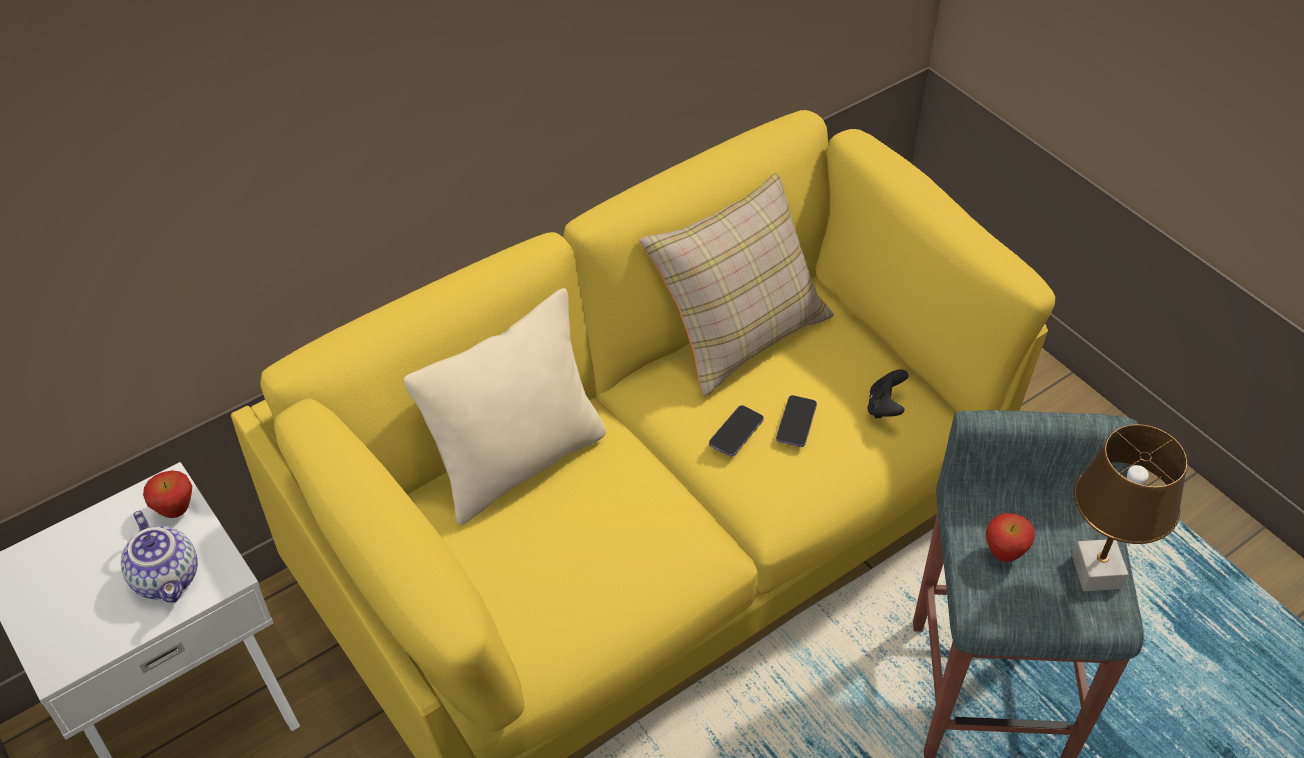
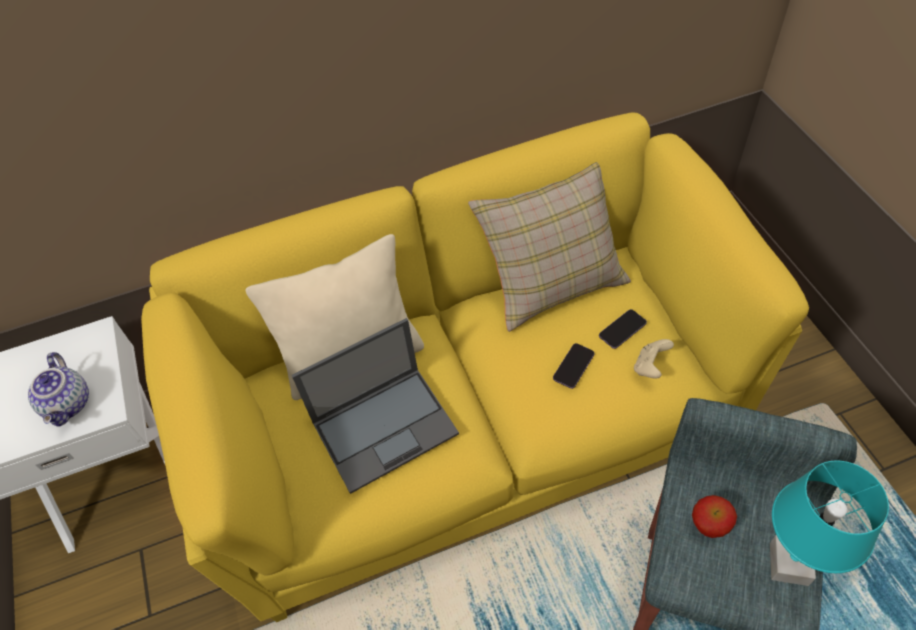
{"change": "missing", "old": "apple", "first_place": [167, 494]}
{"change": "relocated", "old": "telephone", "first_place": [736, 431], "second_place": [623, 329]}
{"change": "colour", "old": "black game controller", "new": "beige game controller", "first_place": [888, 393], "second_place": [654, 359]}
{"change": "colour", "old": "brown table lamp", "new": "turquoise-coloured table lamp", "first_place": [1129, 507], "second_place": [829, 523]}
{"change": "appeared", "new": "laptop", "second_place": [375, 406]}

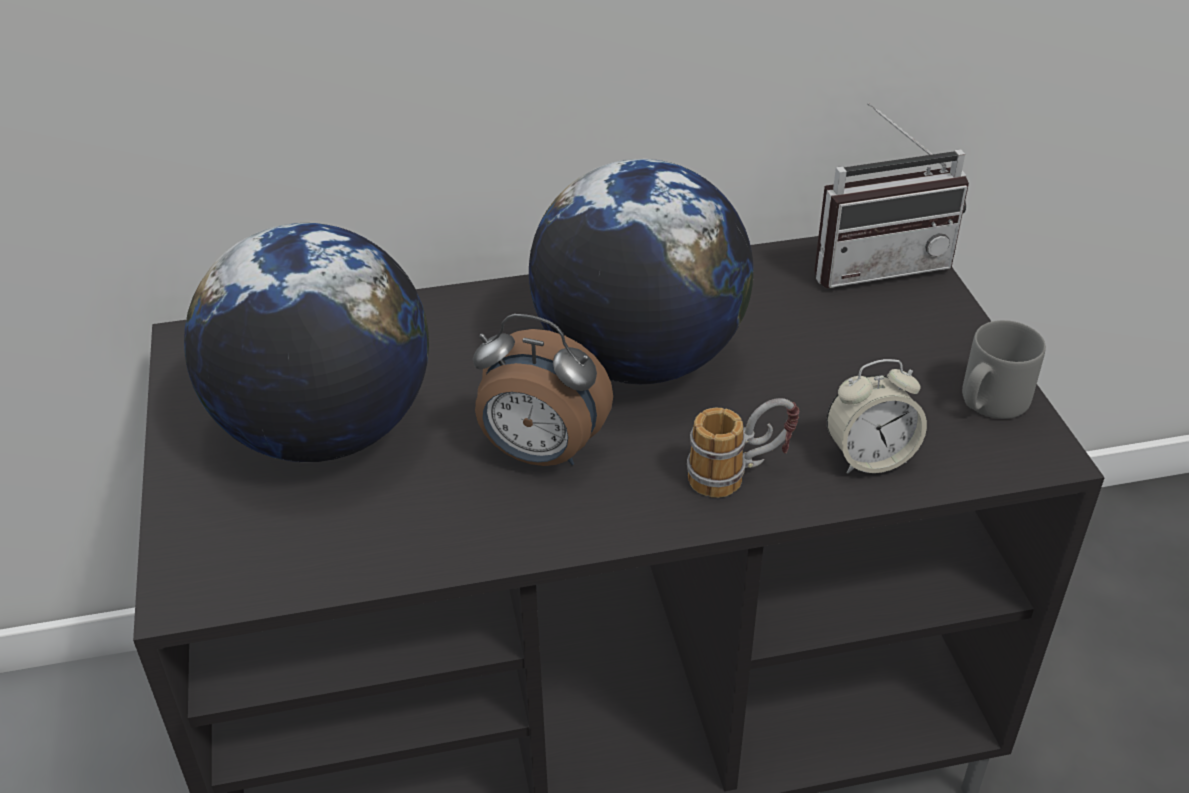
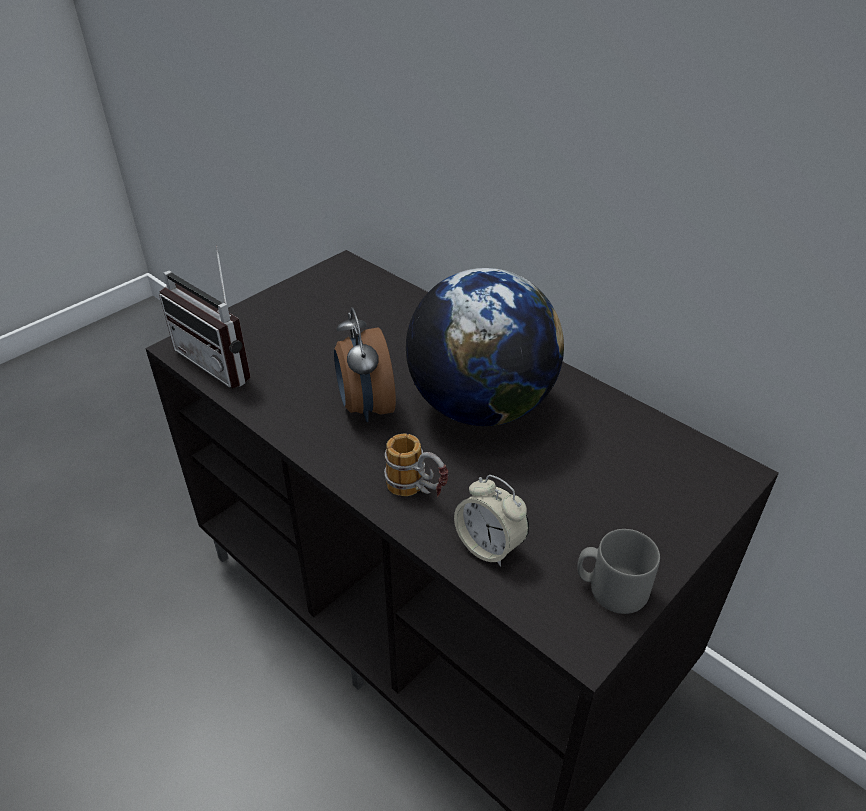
{"change": "missing", "old": "world globe", "first_place": [306, 342]}
{"change": "relocated", "old": "radio receiver", "first_place": [891, 195], "second_place": [205, 317]}

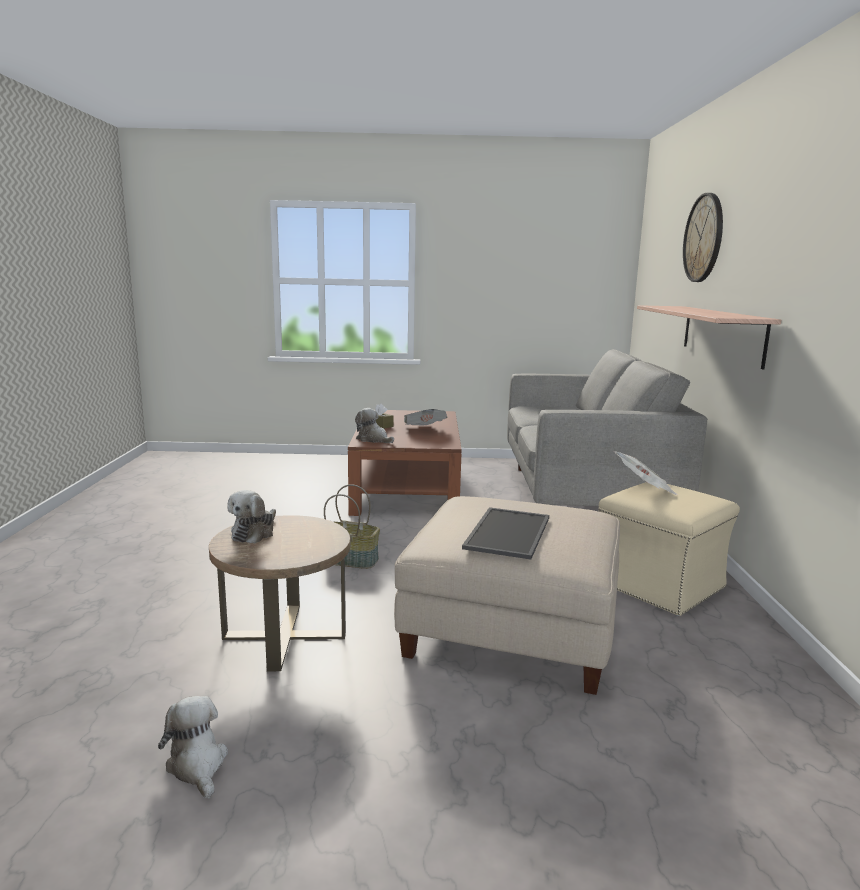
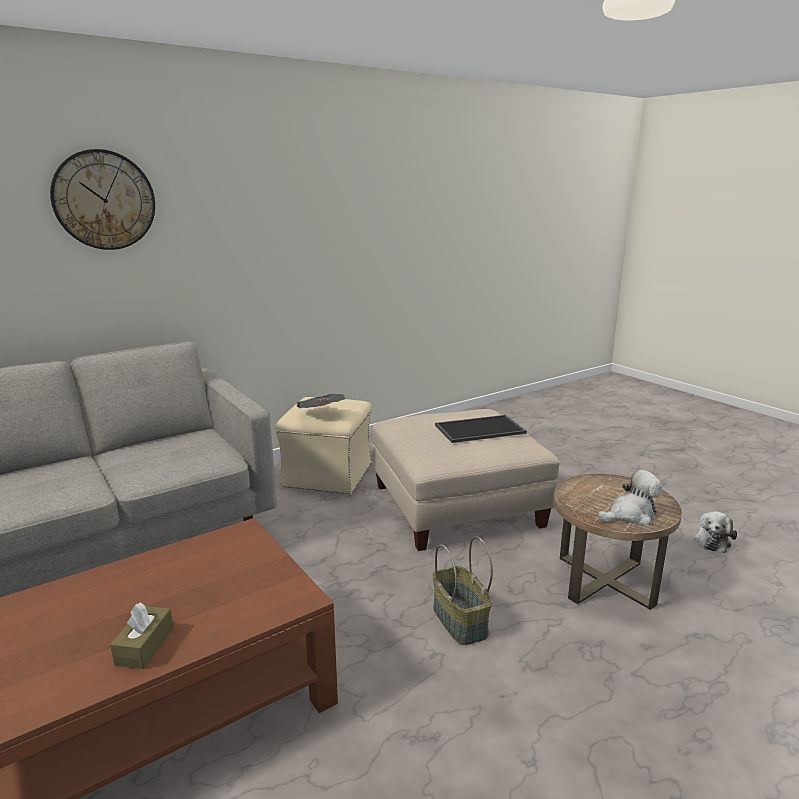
{"change": "missing", "old": "soft toy", "first_place": [374, 425]}
{"change": "missing", "old": "newspaper", "first_place": [425, 417]}
{"change": "missing", "old": "shelf", "first_place": [709, 337]}

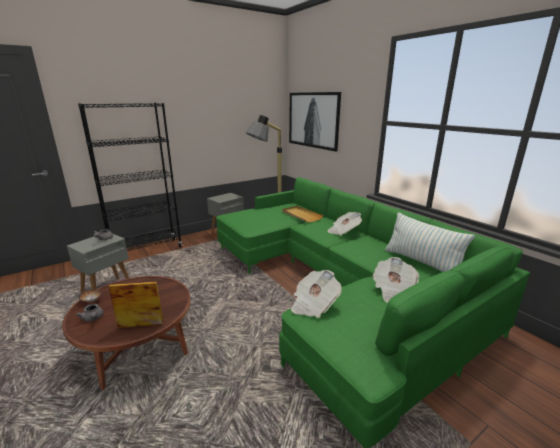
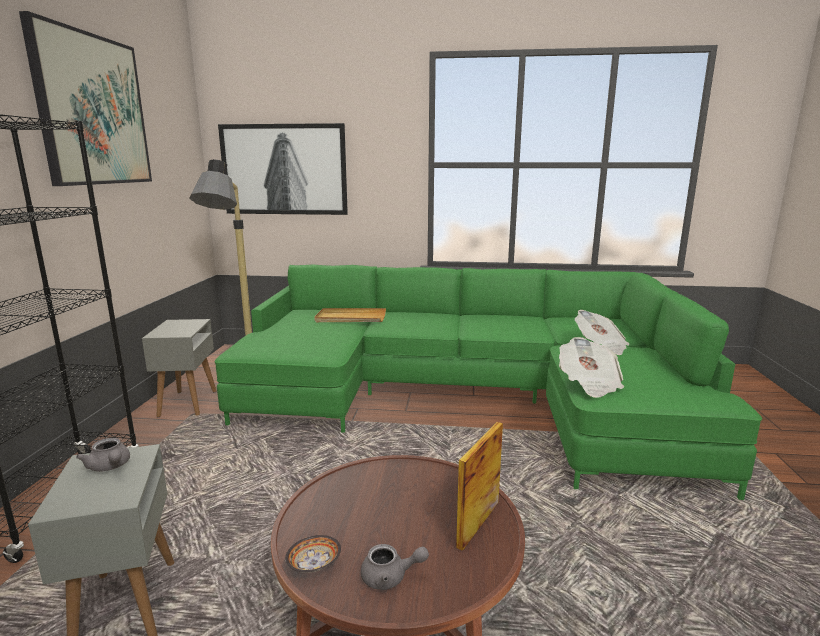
{"change": "missing", "old": "newspaper", "first_place": [344, 224]}
{"change": "missing", "old": "throw pillow", "first_place": [430, 242]}
{"change": "appeared", "new": "picture", "second_place": [85, 98]}

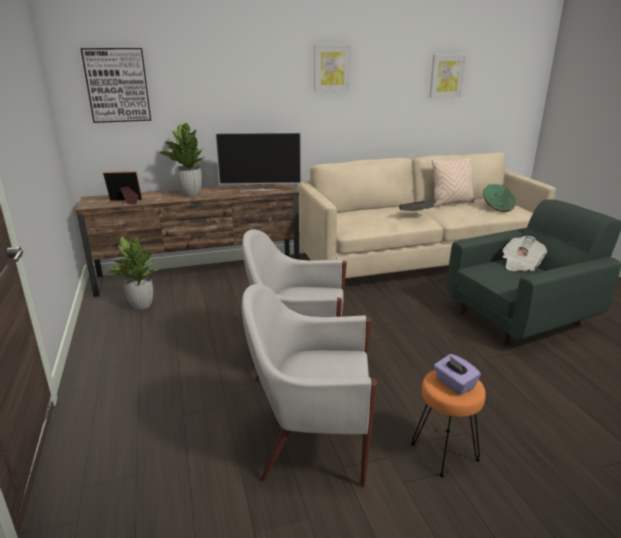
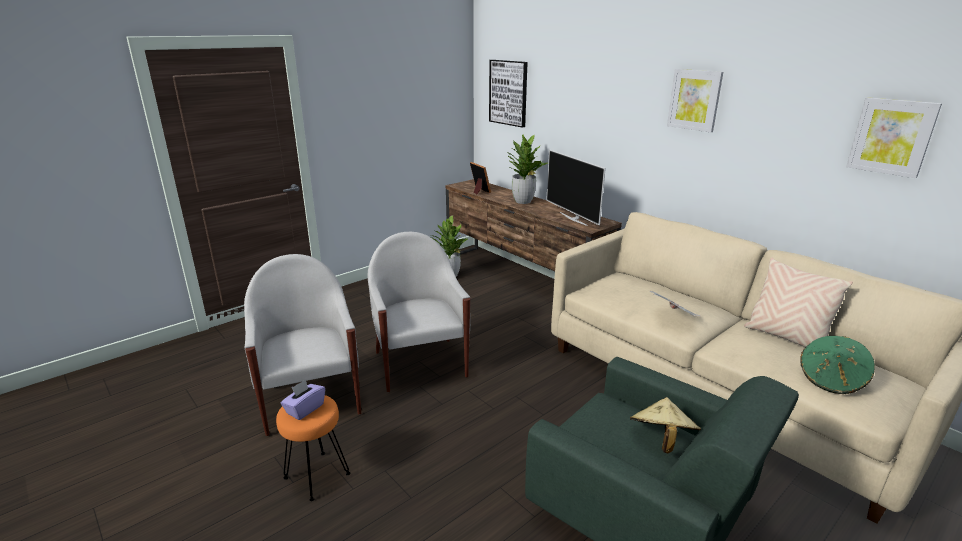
{"change": "exchanged", "old": "newspaper", "new": "beige wearable hat", "first_place": [524, 253], "second_place": [665, 425]}

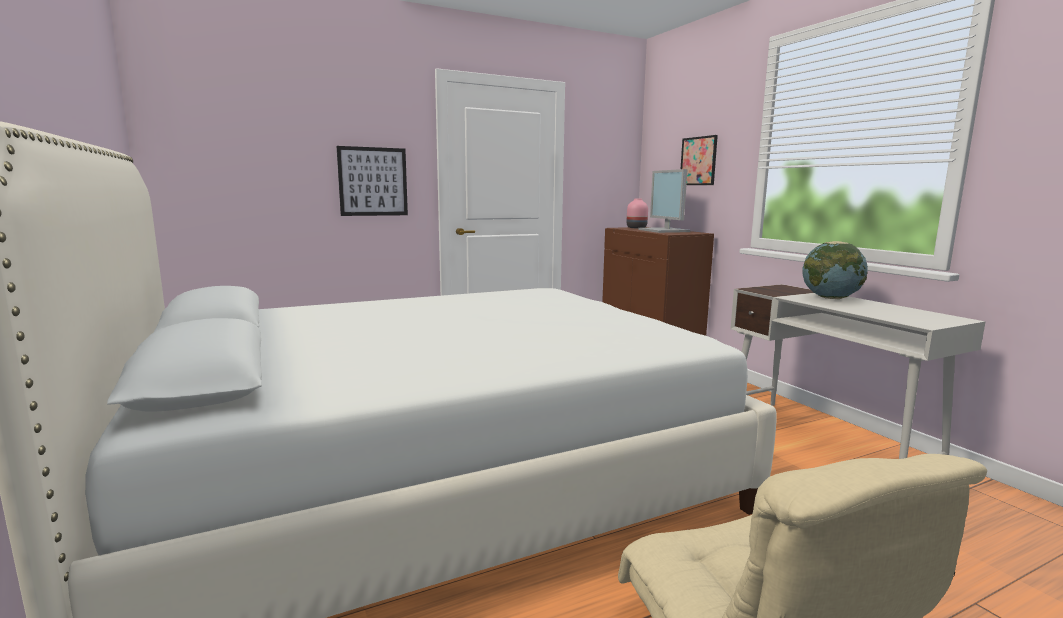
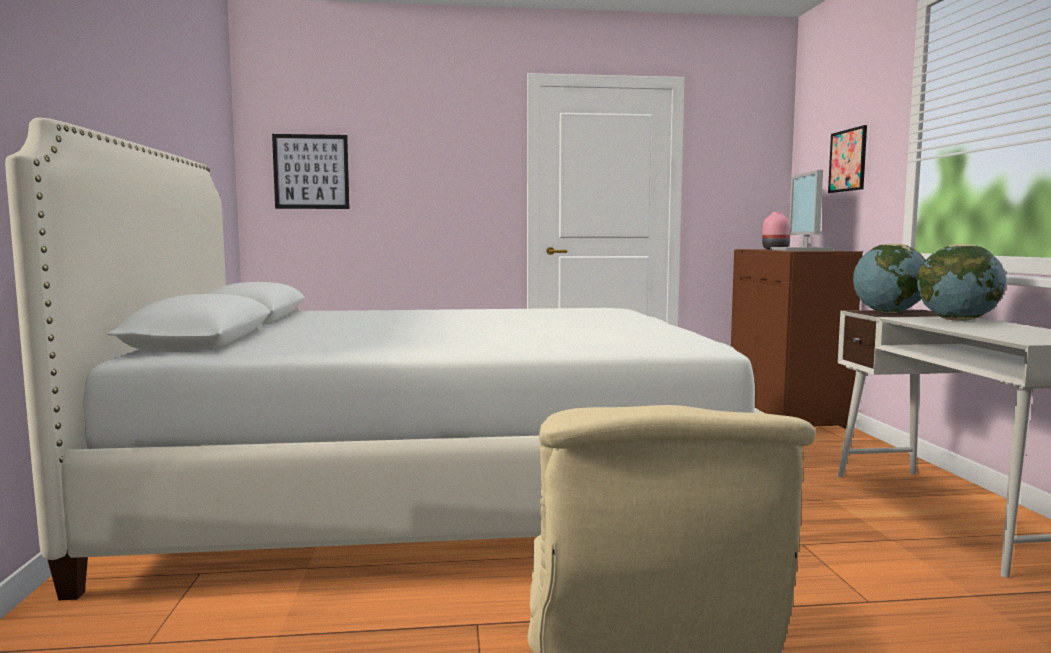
{"change": "relocated", "old": "picture", "first_place": [372, 181], "second_place": [311, 171]}
{"change": "appeared", "new": "world globe", "second_place": [889, 278]}

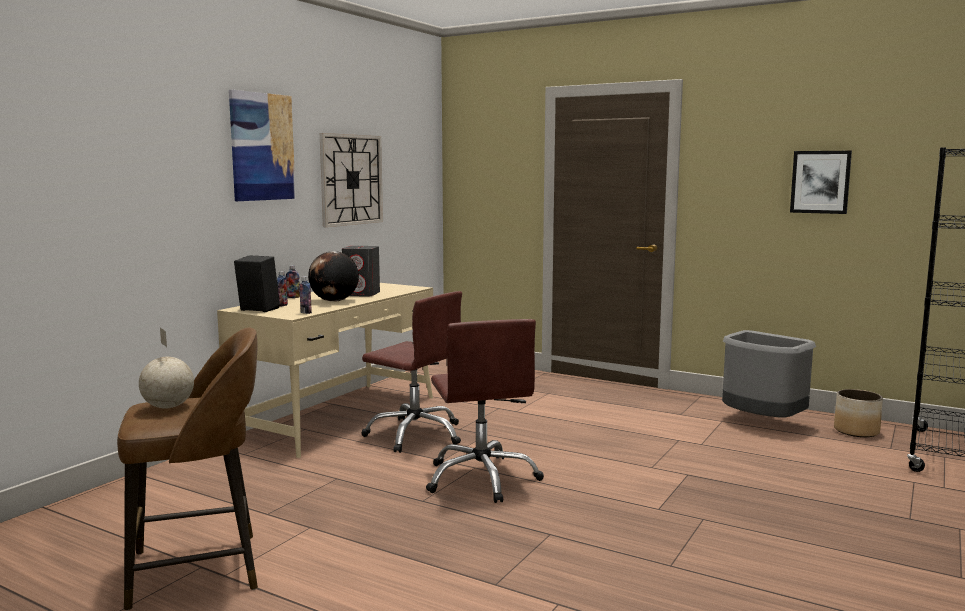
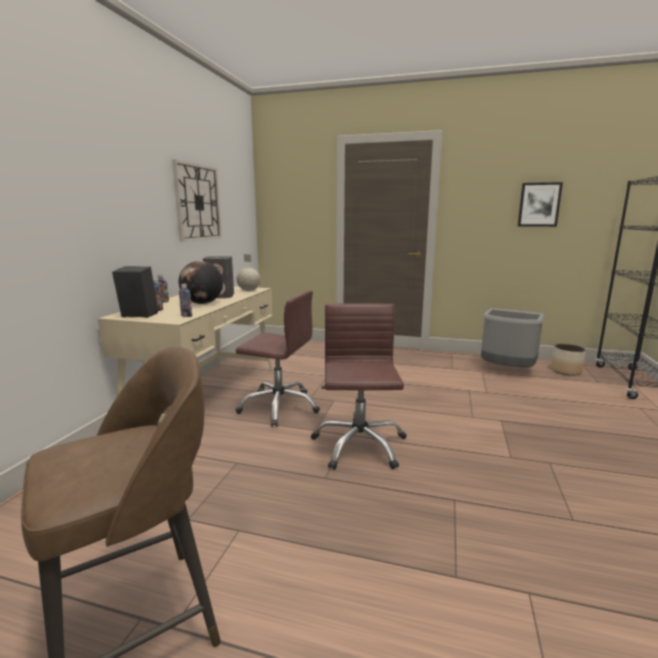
{"change": "relocated", "old": "world globe", "first_place": [166, 368], "second_place": [248, 272]}
{"change": "missing", "old": "picture", "first_place": [262, 145]}
{"change": "spun", "old": "brown desk chair", "first_place": [485, 411], "second_place": [359, 386], "degrees": -150}

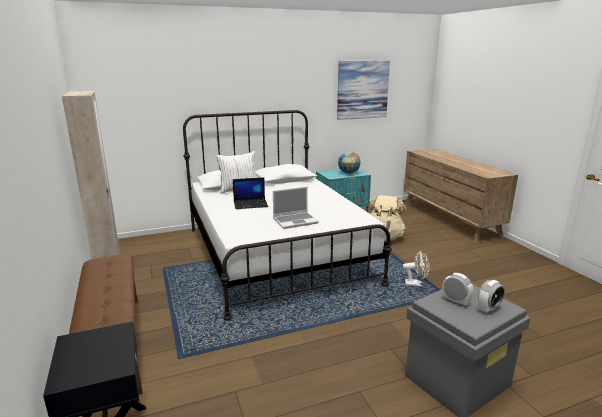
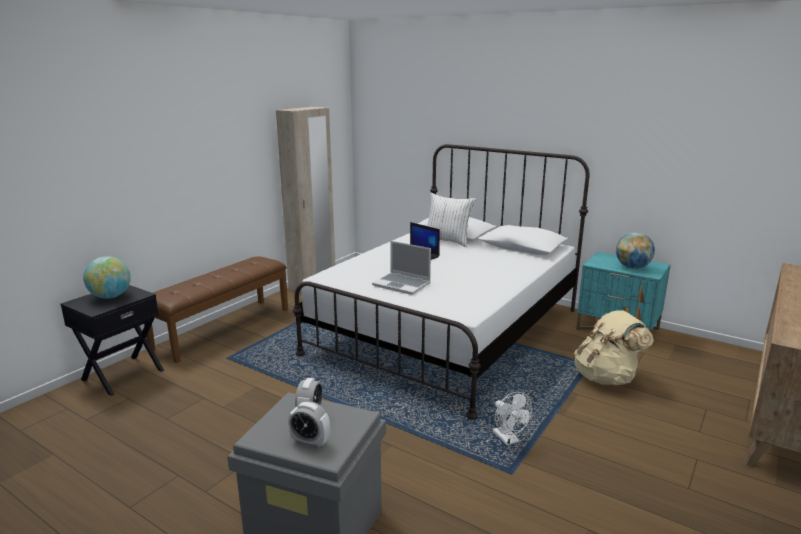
{"change": "missing", "old": "picture", "first_place": [363, 90]}
{"change": "appeared", "new": "world globe", "second_place": [107, 277]}

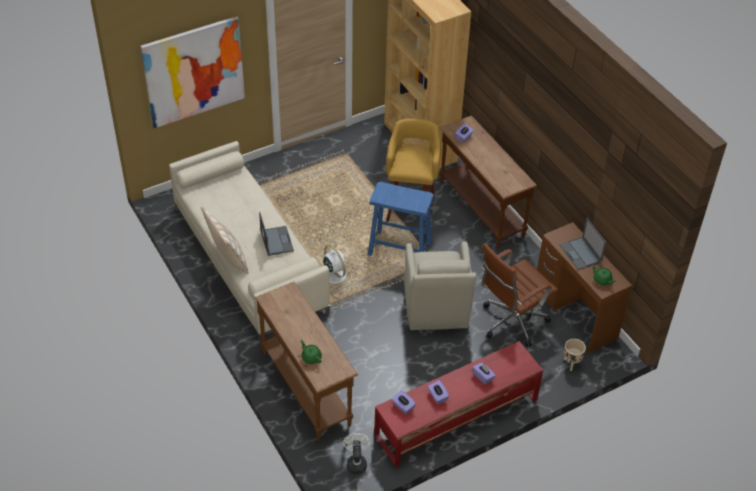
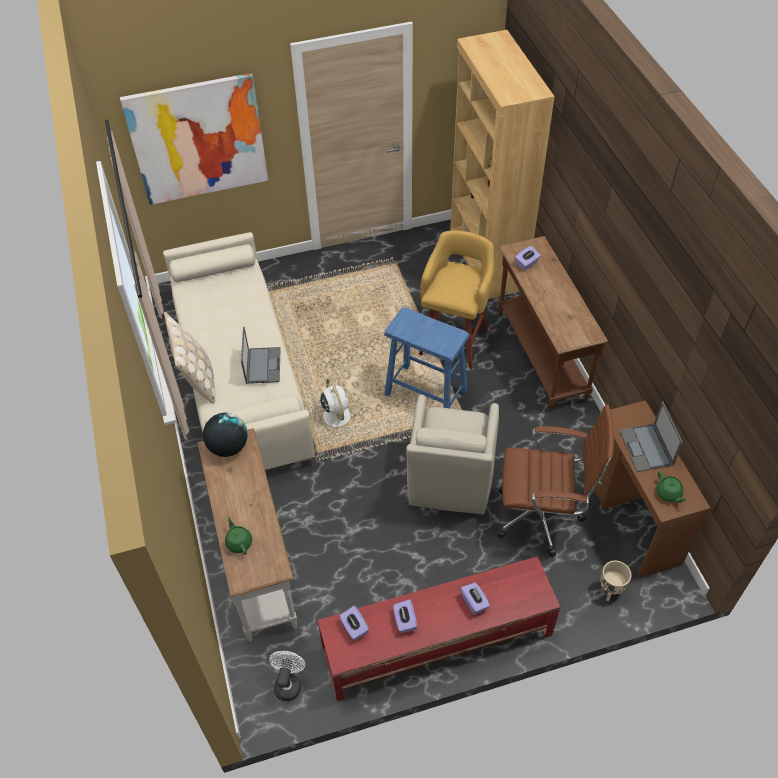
{"change": "colour", "old": "brown narrow table", "new": "whitish narrow table", "first_place": [306, 361], "second_place": [247, 535]}
{"change": "spun", "old": "brown desk chair", "first_place": [520, 295], "second_place": [556, 480], "degrees": -150}
{"change": "appeared", "new": "world globe", "second_place": [225, 435]}

